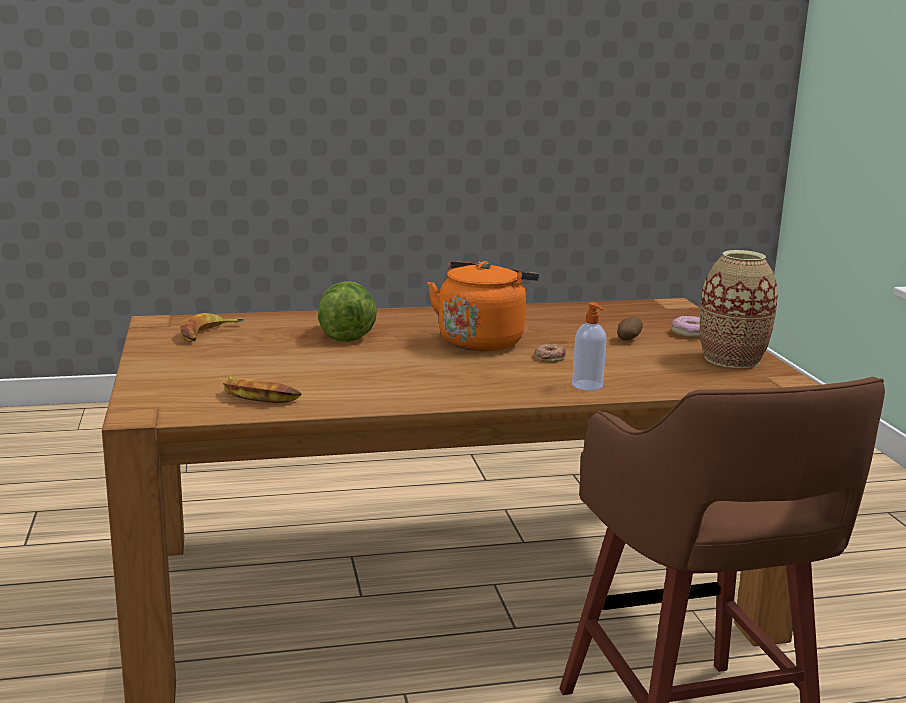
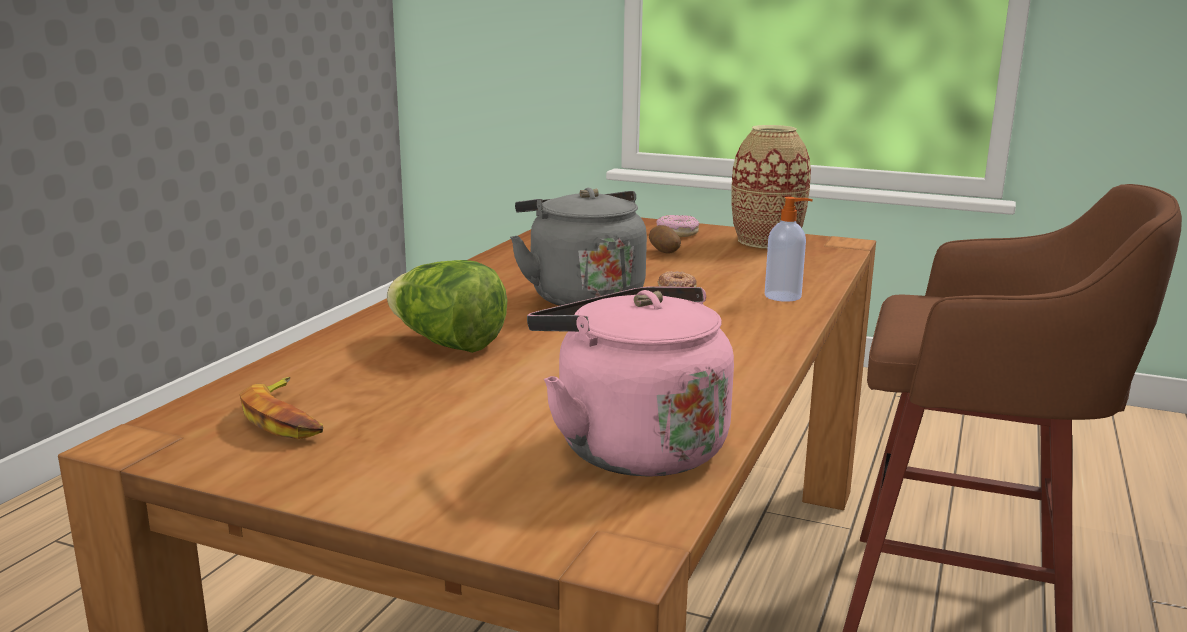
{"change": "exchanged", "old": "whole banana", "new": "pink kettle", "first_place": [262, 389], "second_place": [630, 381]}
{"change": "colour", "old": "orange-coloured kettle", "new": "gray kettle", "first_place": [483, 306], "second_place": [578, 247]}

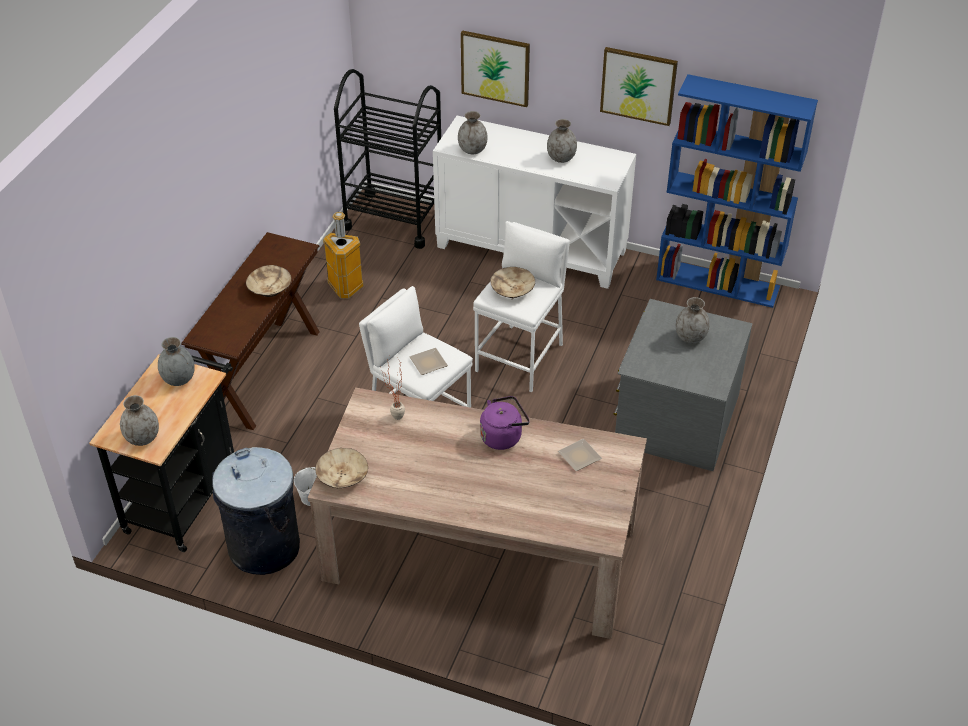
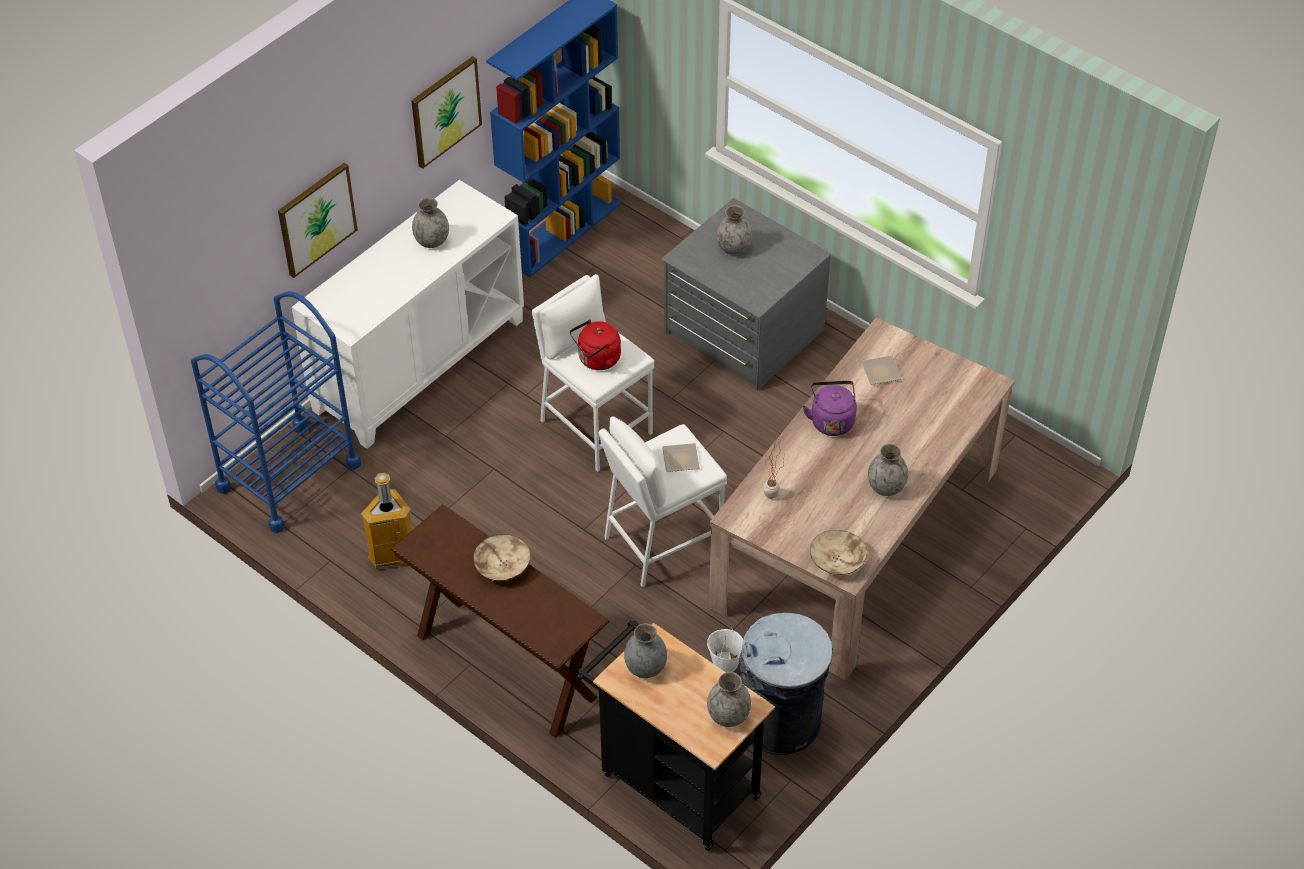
{"change": "colour", "old": "black cart", "new": "blue cart", "first_place": [387, 159], "second_place": [276, 412]}
{"change": "relocated", "old": "gray flower vase", "first_place": [473, 132], "second_place": [888, 470]}
{"change": "exchanged", "old": "beige bowl", "new": "red-coloured kettle", "first_place": [512, 283], "second_place": [595, 345]}

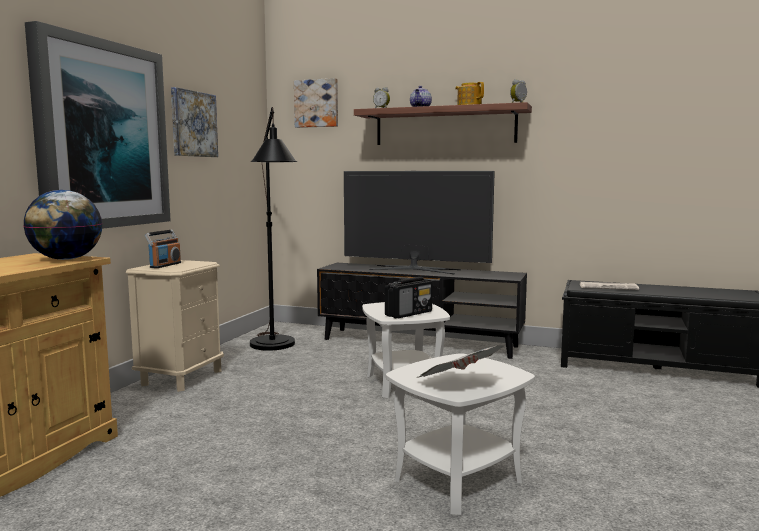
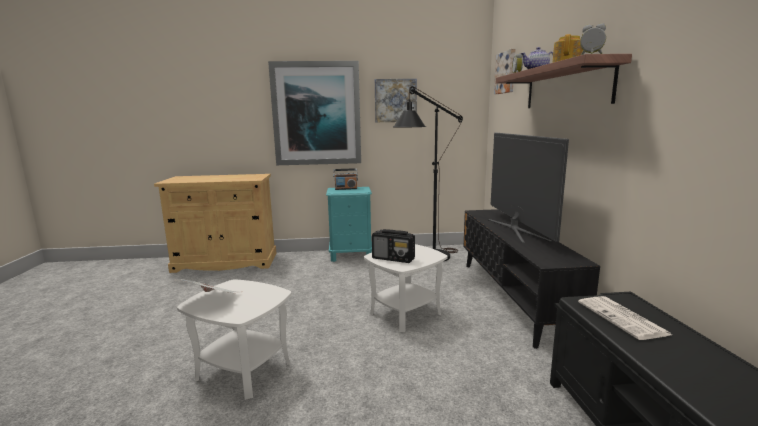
{"change": "missing", "old": "world globe", "first_place": [63, 225]}
{"change": "colour", "old": "beige night table", "new": "turquoise-coloured night table", "first_place": [175, 326], "second_place": [349, 224]}

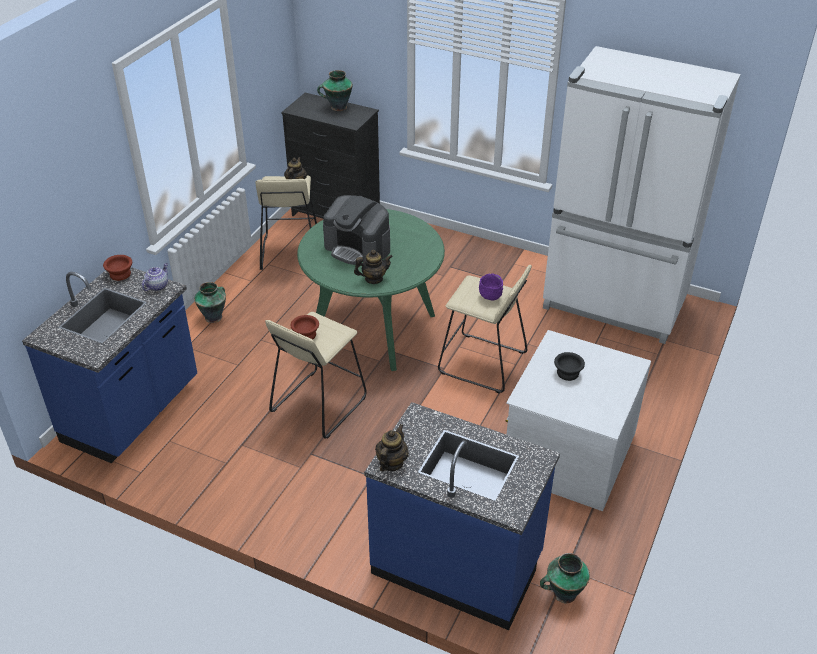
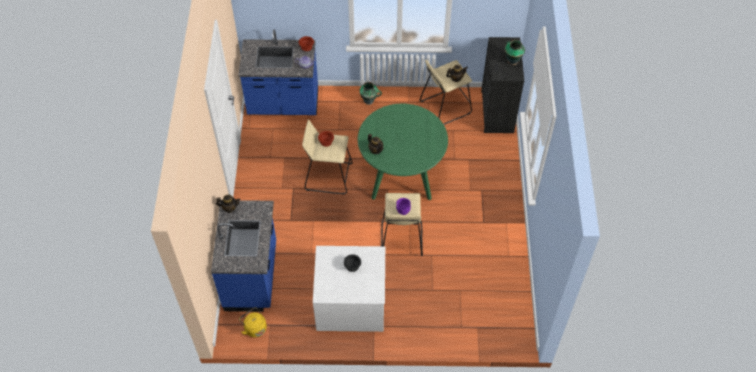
{"change": "missing", "old": "coffee brewer", "first_place": [356, 230]}
{"change": "exchanged", "old": "flower vase", "new": "yellowish kettle", "first_place": [565, 578], "second_place": [253, 322]}
{"change": "missing", "old": "whitish kitchen fridge", "first_place": [641, 195]}

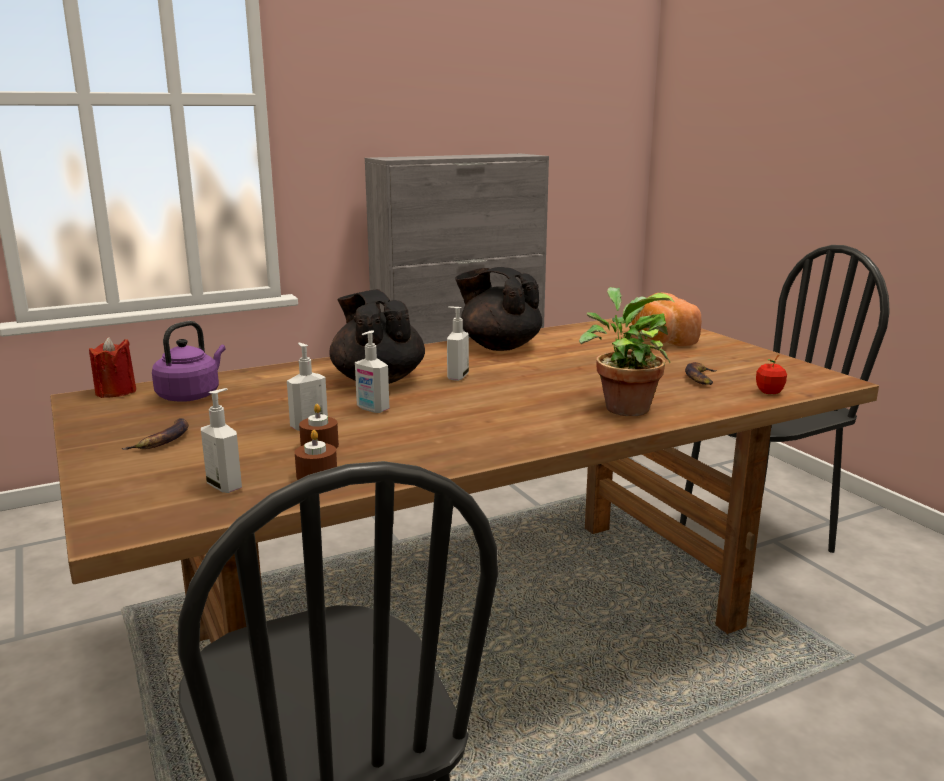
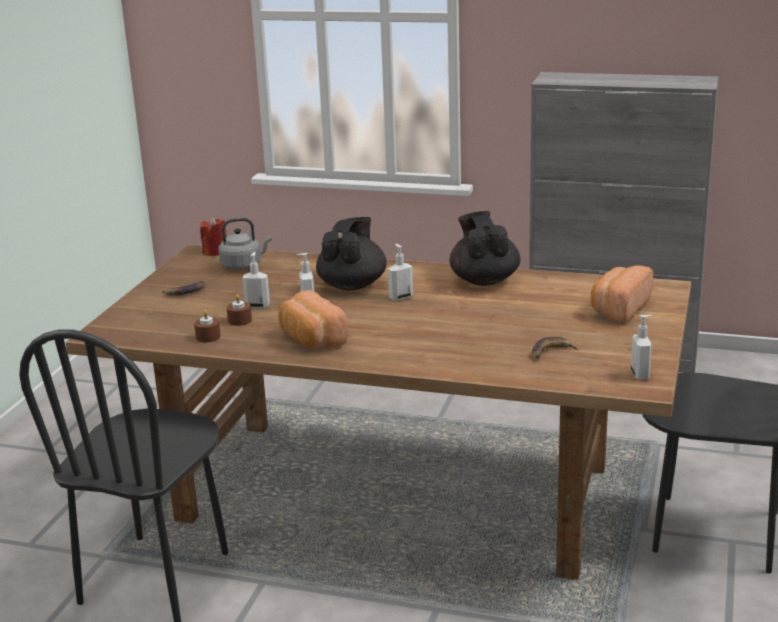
{"change": "colour", "old": "purplish kettle", "new": "gray kettle", "first_place": [189, 361], "second_place": [245, 244]}
{"change": "relocated", "old": "soap bottle", "first_place": [221, 440], "second_place": [642, 347]}
{"change": "missing", "old": "houseplant", "first_place": [626, 351]}
{"change": "missing", "old": "apple", "first_place": [771, 374]}
{"change": "appeared", "new": "bakery bread", "second_place": [313, 319]}

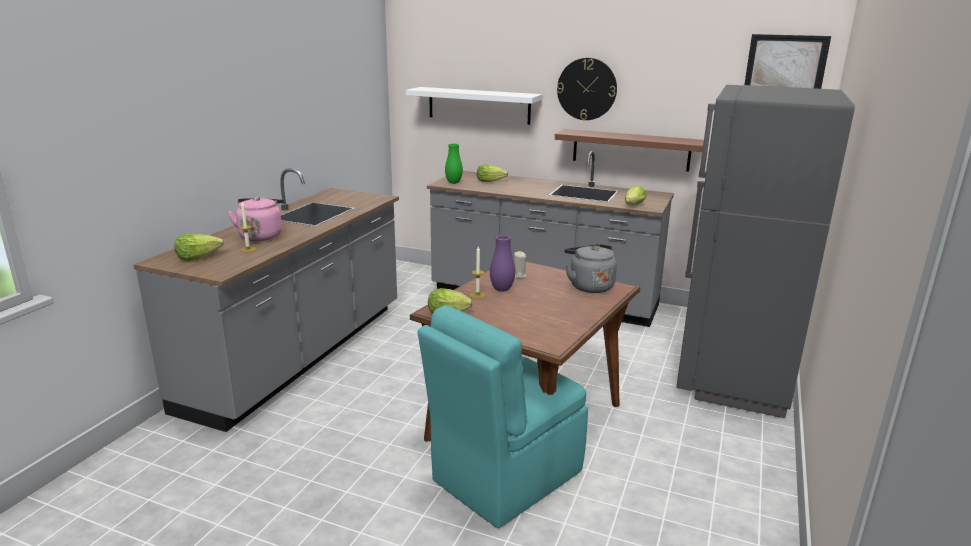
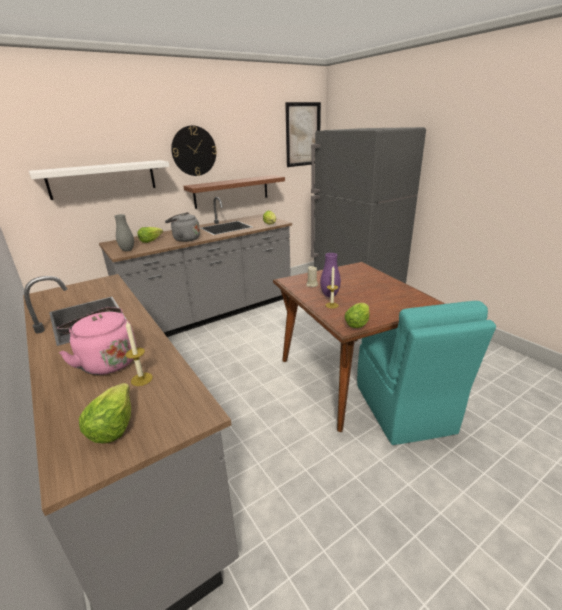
{"change": "colour", "old": "green-coloured flower vase", "new": "gray flower vase", "first_place": [454, 164], "second_place": [124, 232]}
{"change": "relocated", "old": "gray kettle", "first_place": [590, 268], "second_place": [182, 227]}

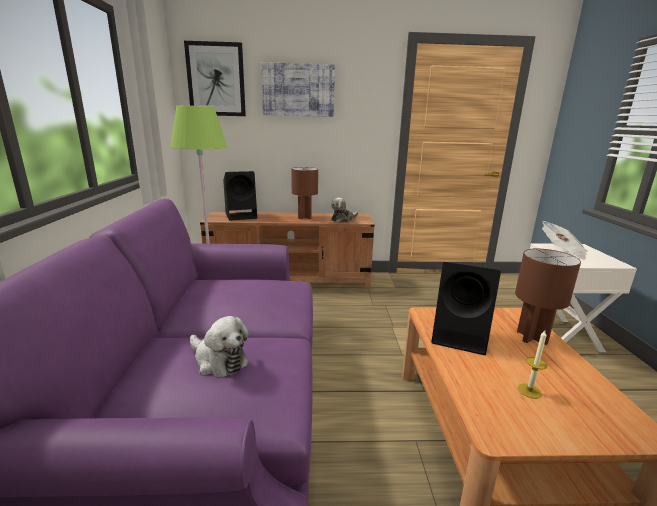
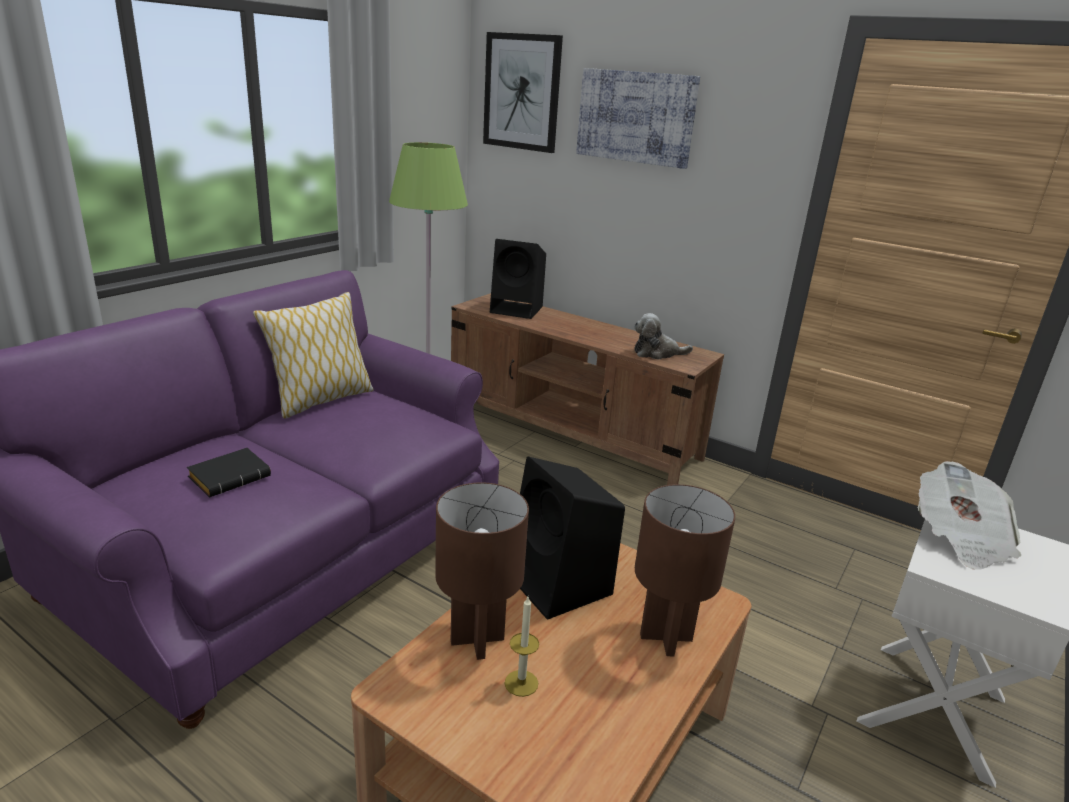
{"change": "exchanged", "old": "soft toy", "new": "black volume", "first_place": [219, 346], "second_place": [229, 472]}
{"change": "relocated", "old": "brown table lamp", "first_place": [304, 193], "second_place": [482, 571]}
{"change": "appeared", "new": "throw pillow", "second_place": [313, 355]}

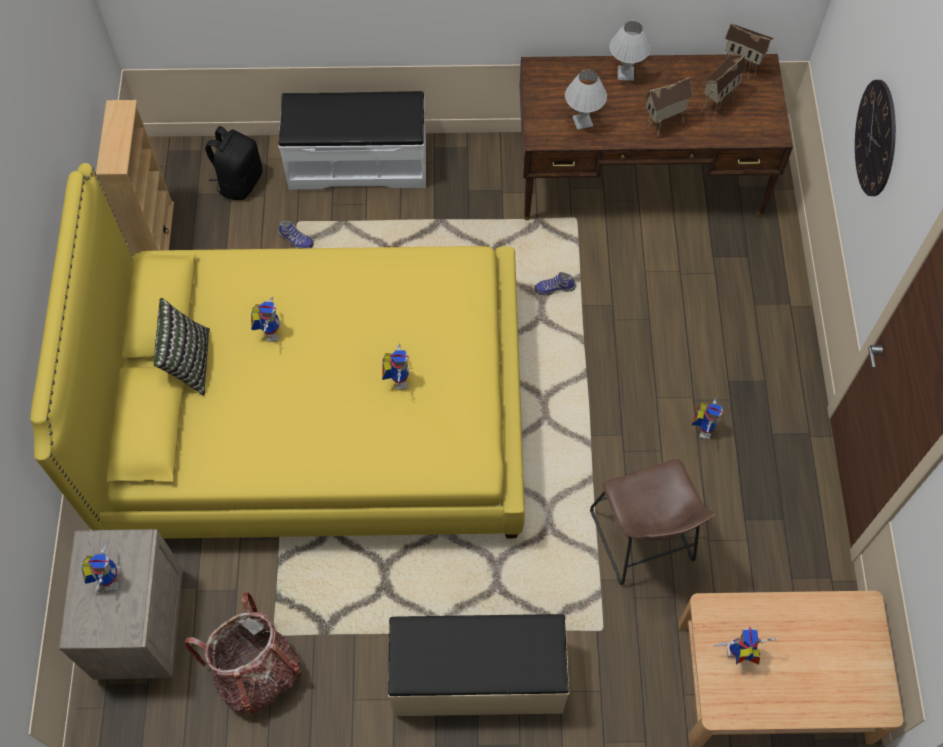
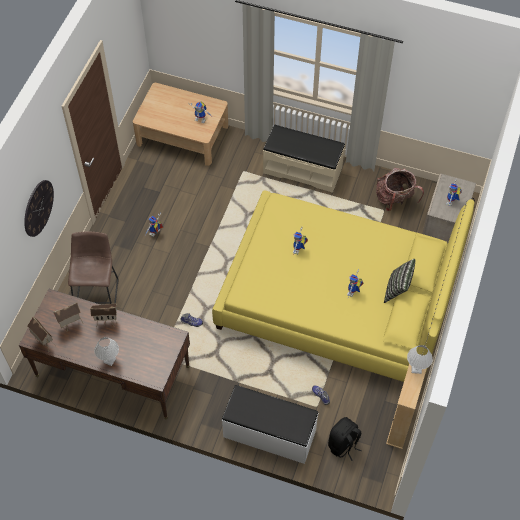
{"change": "relocated", "old": "whitish table lamp", "first_place": [586, 100], "second_place": [420, 359]}
{"change": "relocated", "old": "brown sitting stool", "first_place": [653, 522], "second_place": [93, 267]}

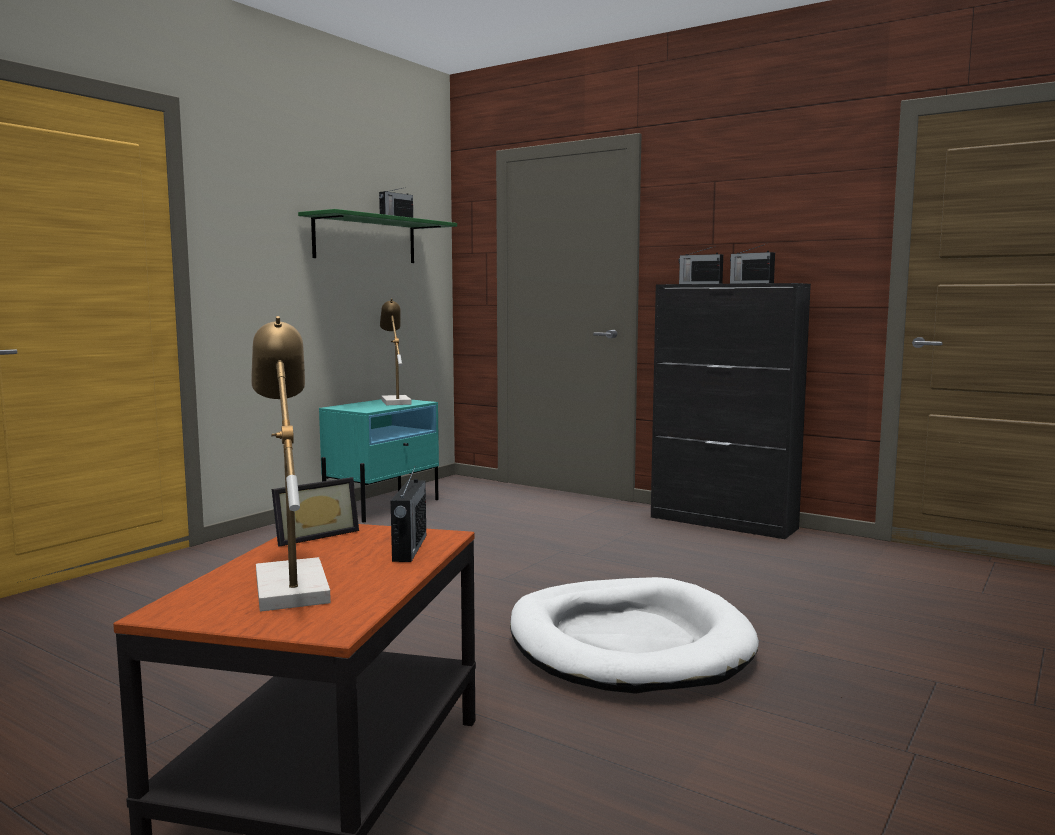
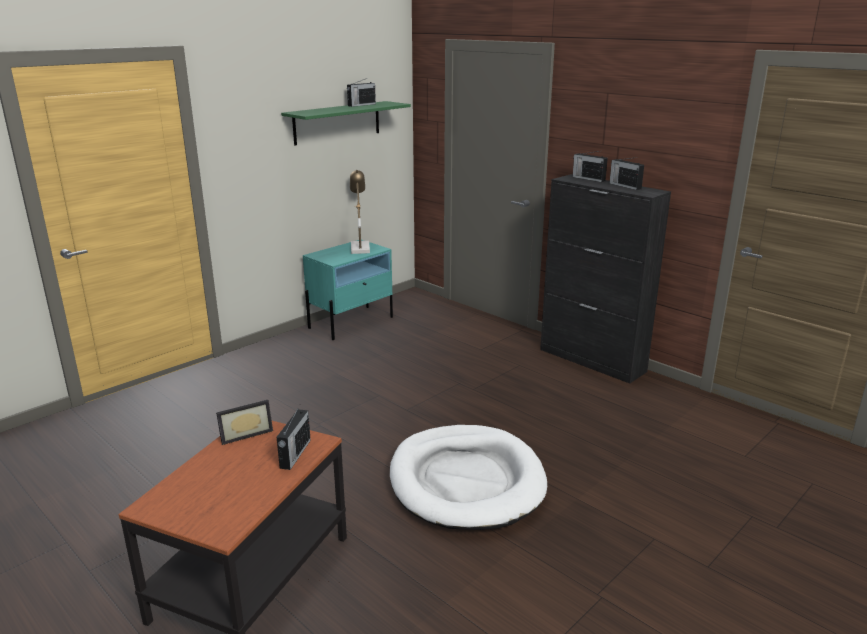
{"change": "missing", "old": "table lamp", "first_place": [291, 463]}

